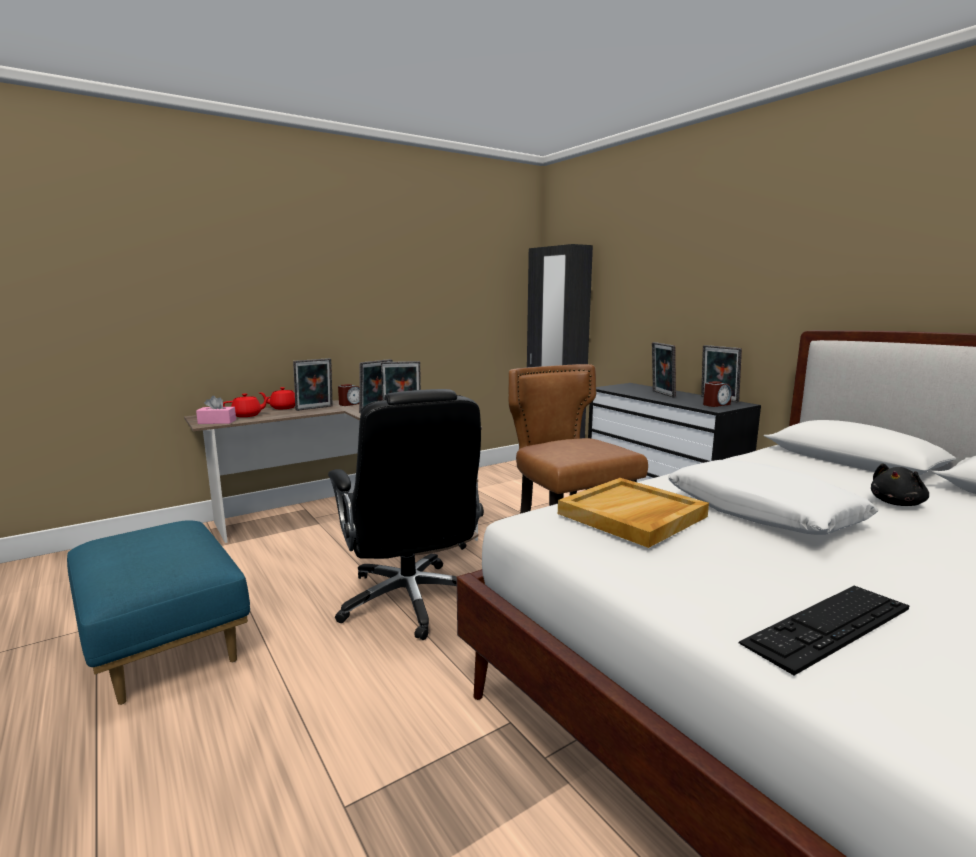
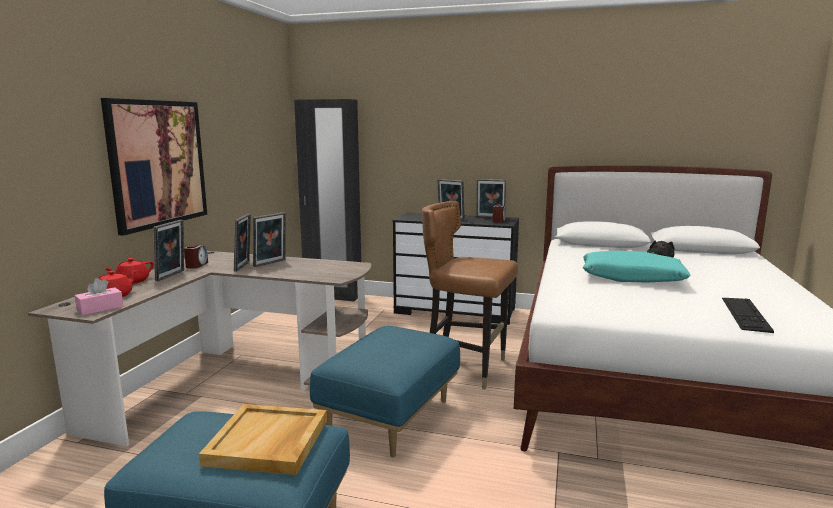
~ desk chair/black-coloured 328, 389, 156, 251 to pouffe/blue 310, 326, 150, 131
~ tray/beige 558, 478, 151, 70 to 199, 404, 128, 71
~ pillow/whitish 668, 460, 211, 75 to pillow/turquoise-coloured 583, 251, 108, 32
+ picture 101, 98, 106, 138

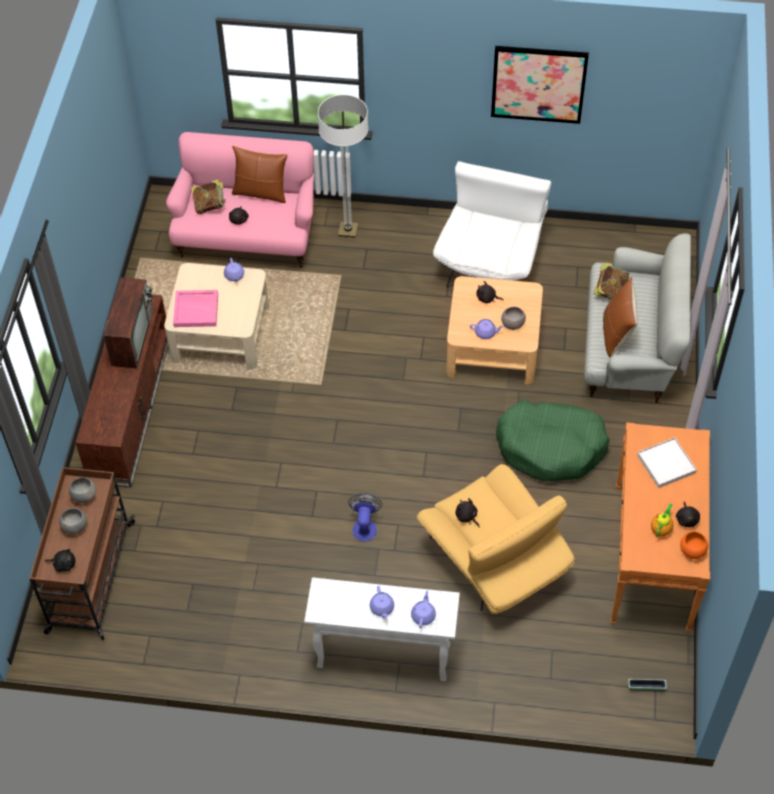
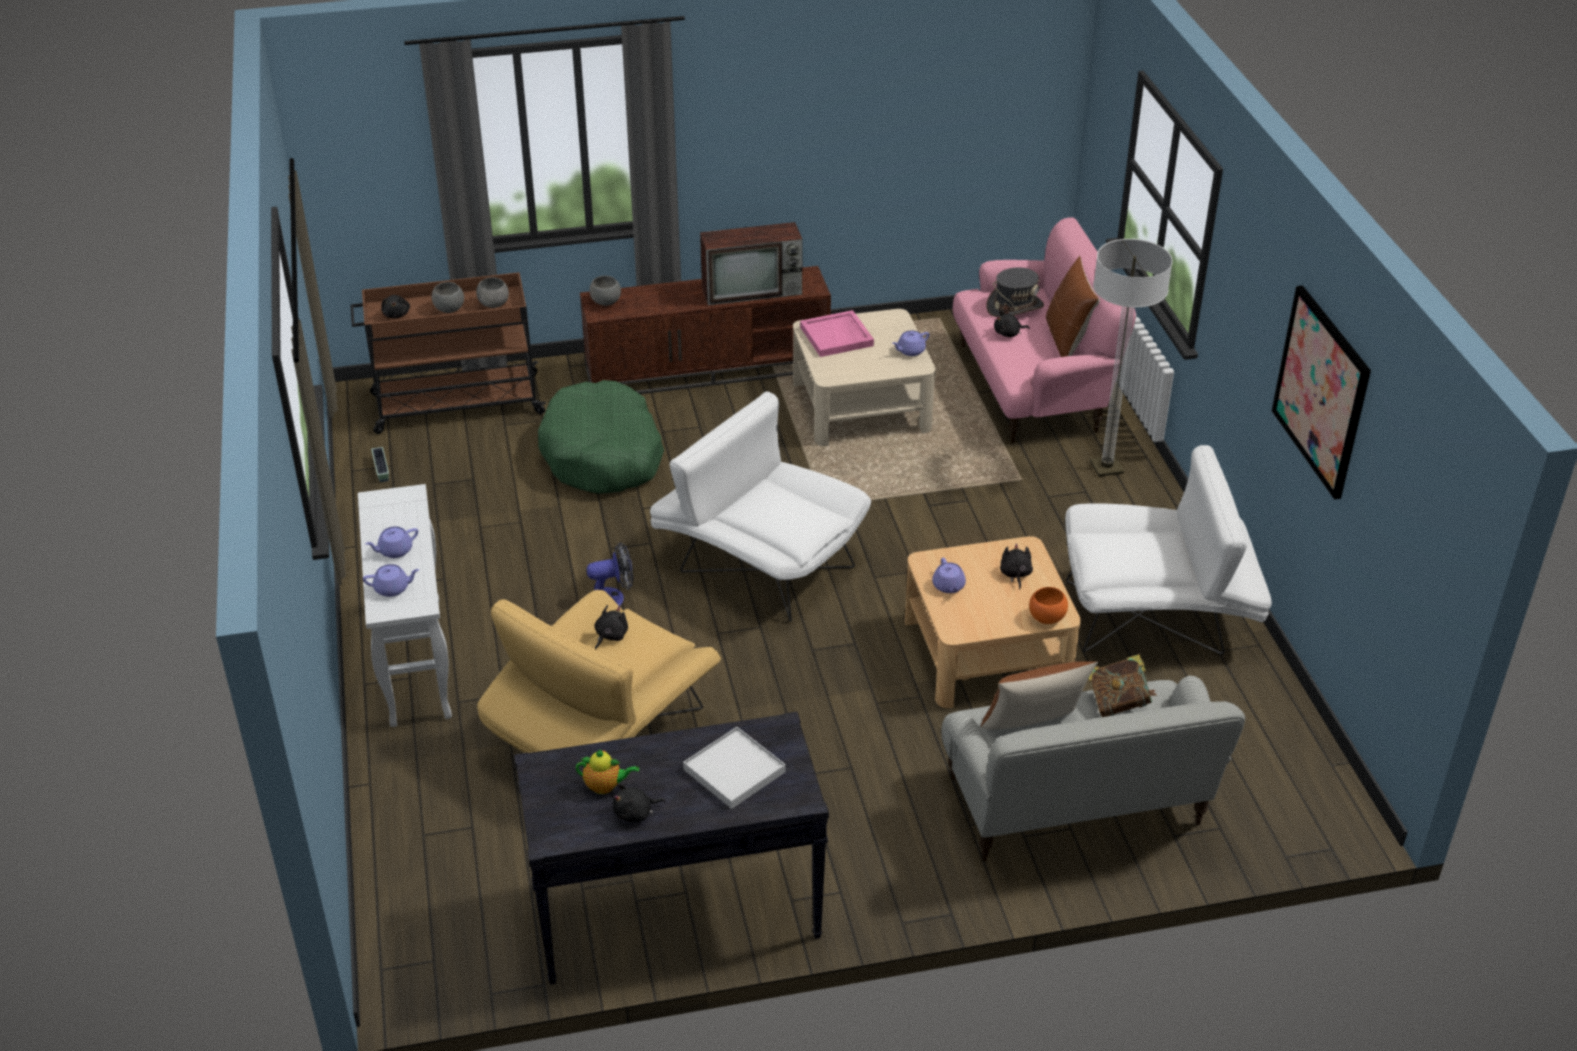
~ book 191, 179, 35, 35 to clothing hat/greyish 986, 267, 58, 50
~ dog bed/green 496, 400, 114, 81 to 538, 380, 126, 114
~ serving bowl/greyish 501, 307, 25, 23 to 589, 276, 32, 30
~ hall table/orange 611, 422, 99, 210 to hall table/black-coloured 514, 712, 315, 273
~ flower pot 628, 679, 39, 12 to 371, 447, 18, 35
~ serving bowl/orange 680, 531, 28, 28 to 1029, 587, 39, 37
+ armchair/whitish 650, 391, 221, 231

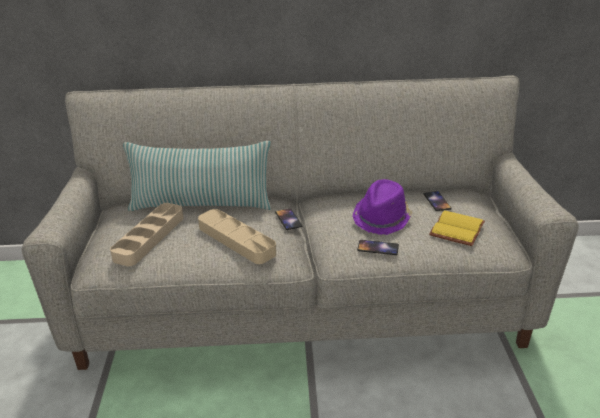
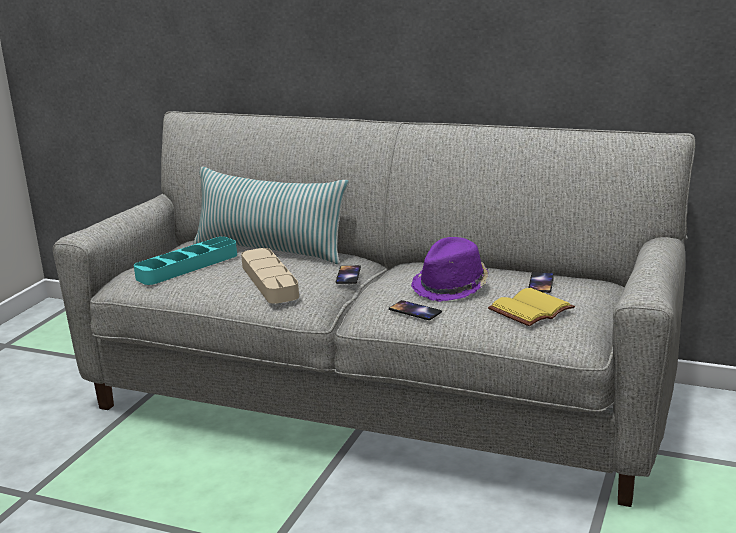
~ tray/beige 110, 203, 74, 63 to tray/turquoise-coloured 134, 237, 103, 48

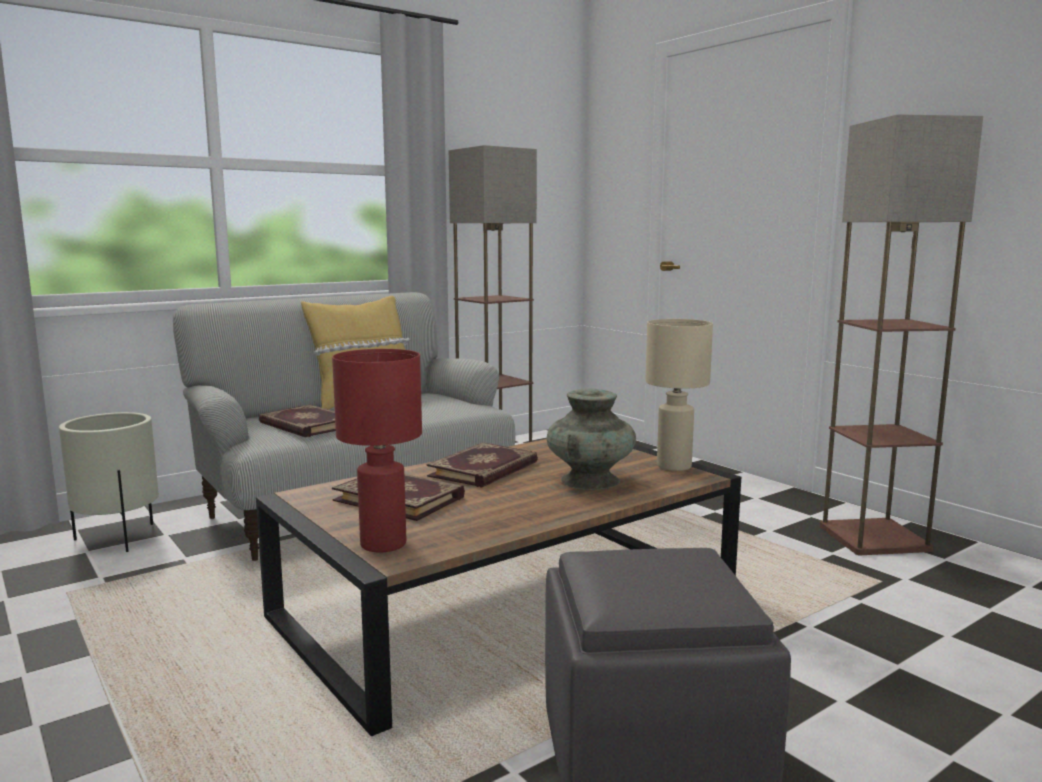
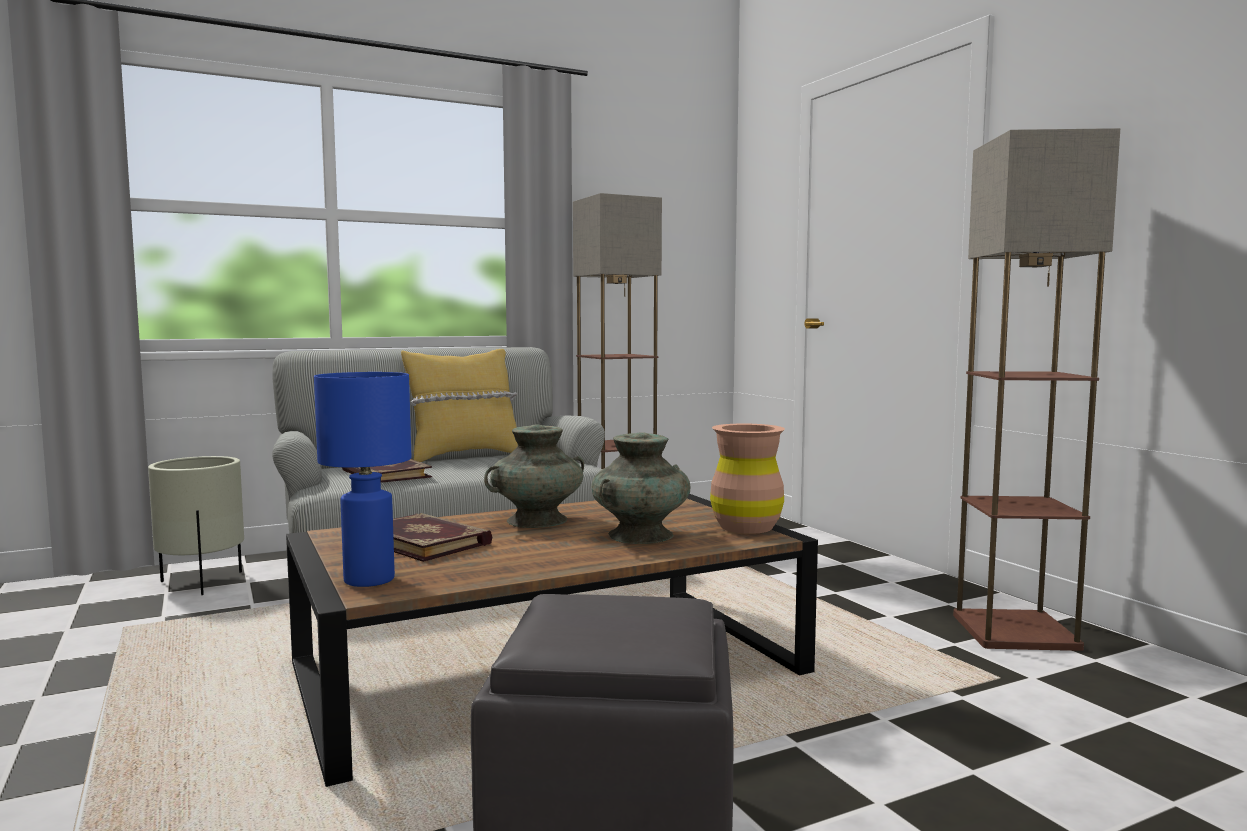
~ tabletop lamp/red 332, 349, 90, 203 to tabletop lamp/blue 314, 372, 97, 215
~ book 427, 442, 111, 46 to flower vase/turquoise-coloured 484, 425, 100, 103
~ tabletop lamp/beige 645, 319, 68, 152 to flower vase/brown 710, 424, 75, 110

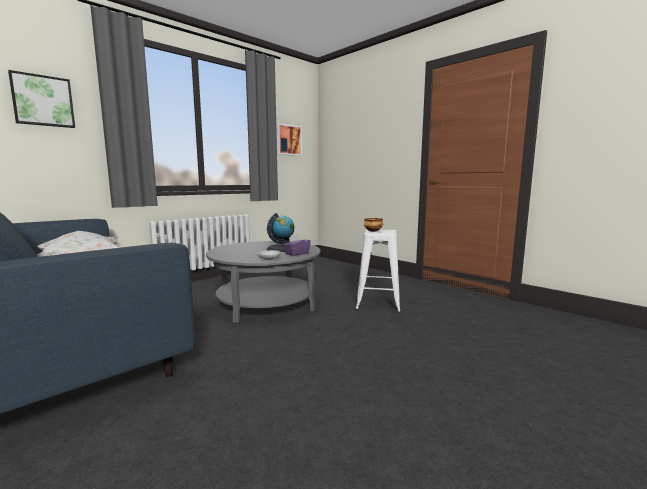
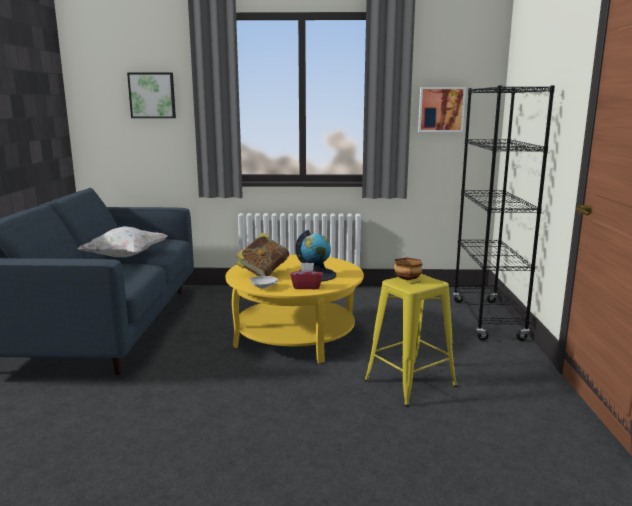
~ low table/greyish 206, 241, 115, 82 to low table/yellow 226, 255, 138, 108
~ box of tissues/purple 283, 234, 28, 22 to box of tissues/red 290, 263, 33, 26
~ stool seat/whitish 355, 230, 46, 83 to stool seat/yellow 364, 274, 93, 132
+ book 236, 232, 53, 44
+ shelving unit/black-coloured 453, 85, 102, 256

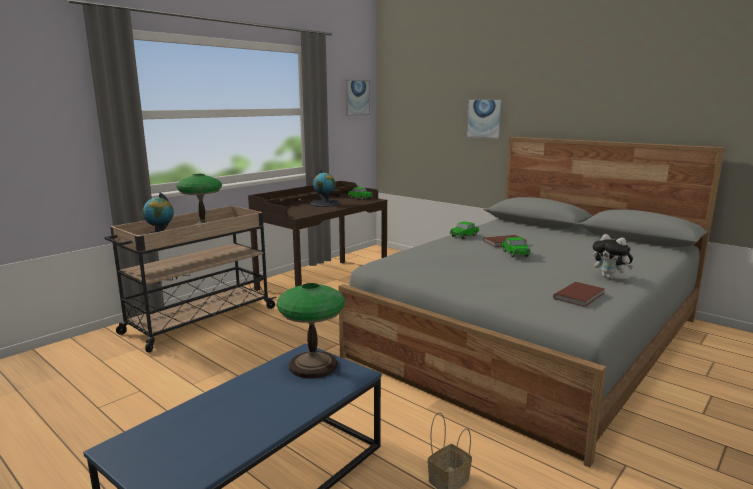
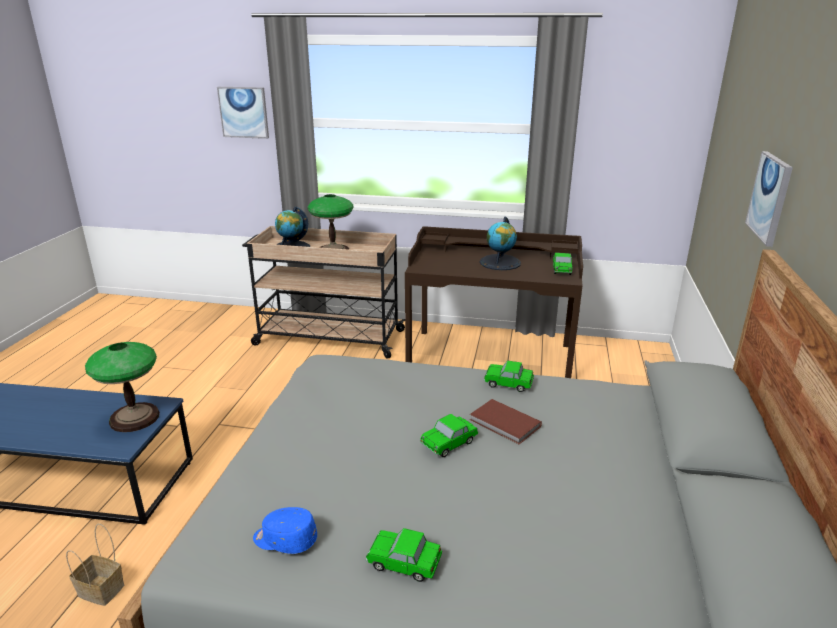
~ picture 345, 80, 25, 36 to 217, 87, 52, 52
~ book/brown 553, 282, 52, 25 to baseball cap/blue 253, 507, 64, 47
~ soft toy 593, 234, 40, 45 to miniature car 366, 528, 76, 54

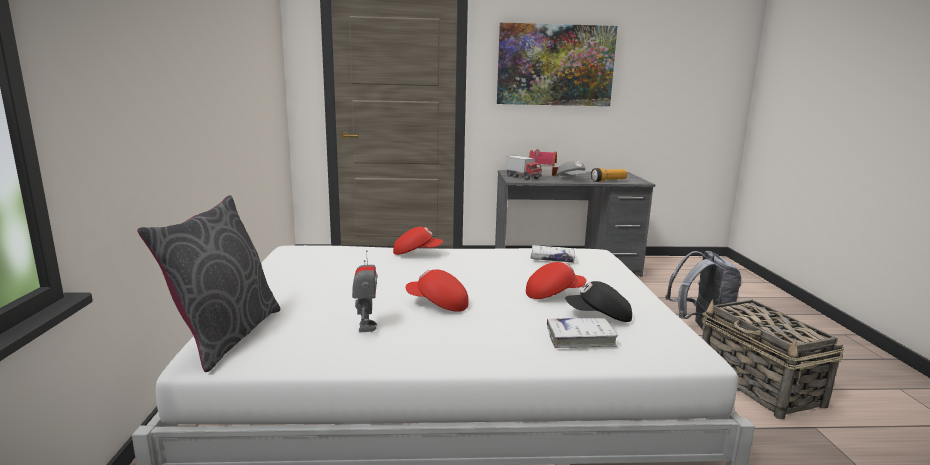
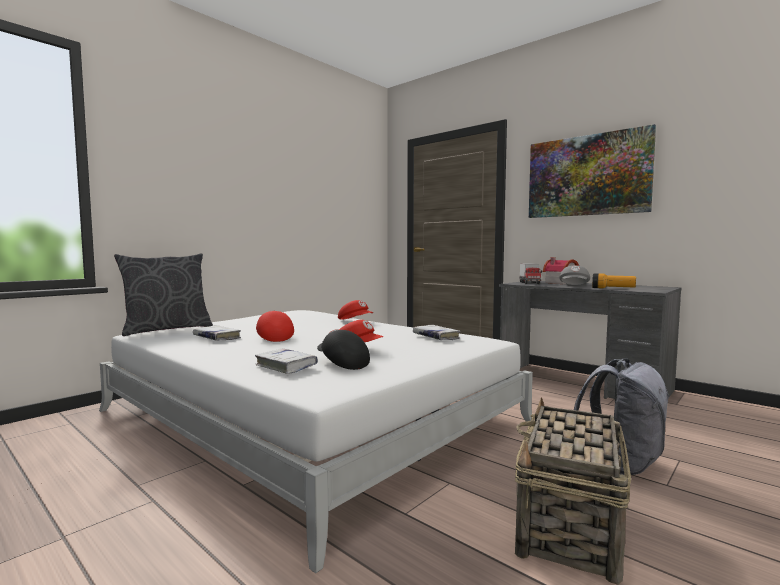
~ toy robot 352, 250, 25, 82 to book/whitish 193, 325, 48, 16

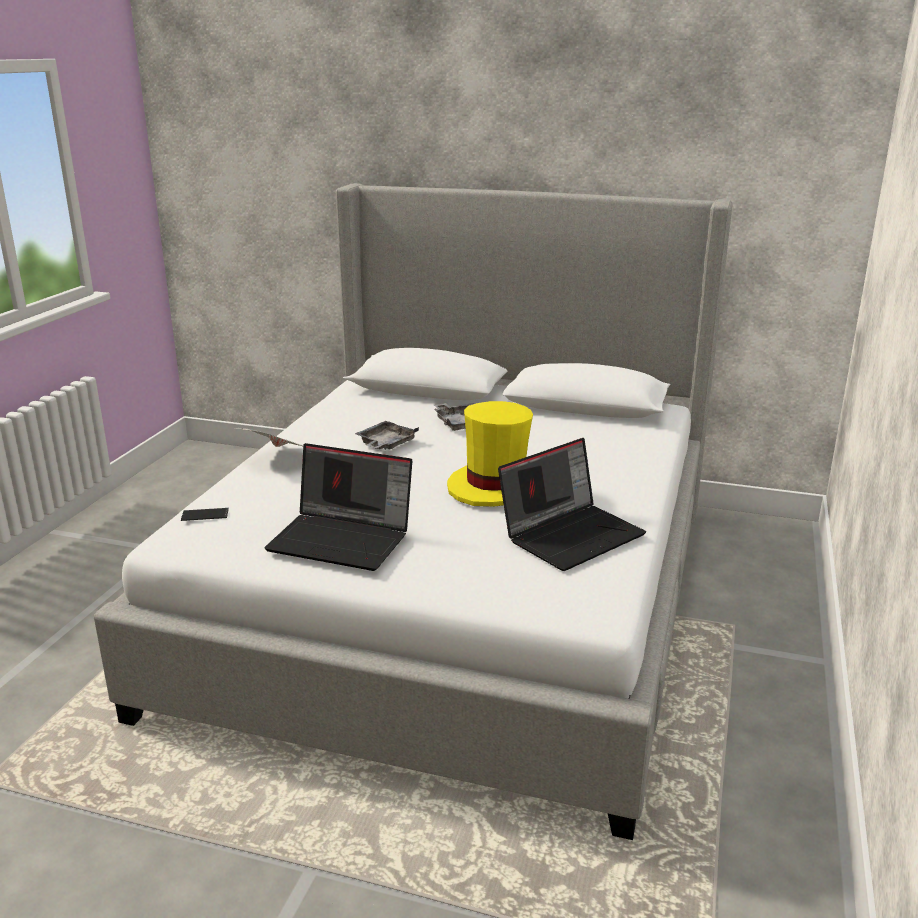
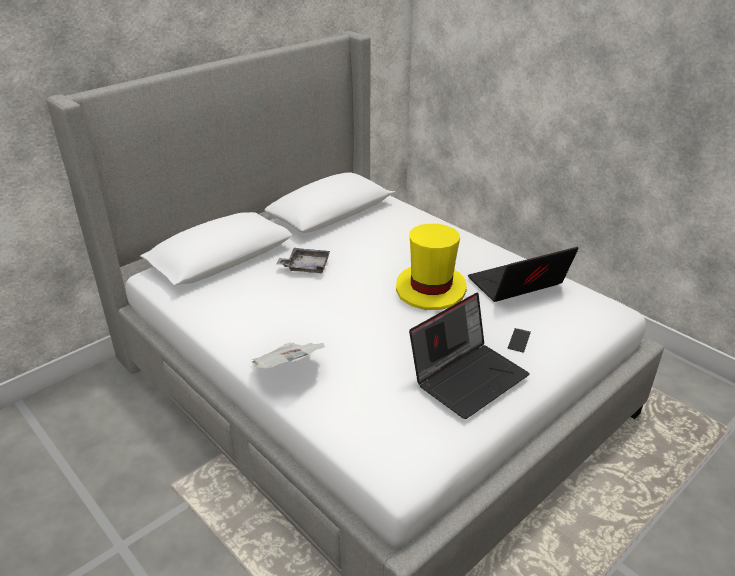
~ telephone 181, 508, 48, 13 to 507, 328, 24, 25
- tray/greyish 355, 421, 64, 29
~ laptop 498, 438, 148, 133 = 468, 247, 111, 55 105 degrees counterclockwise

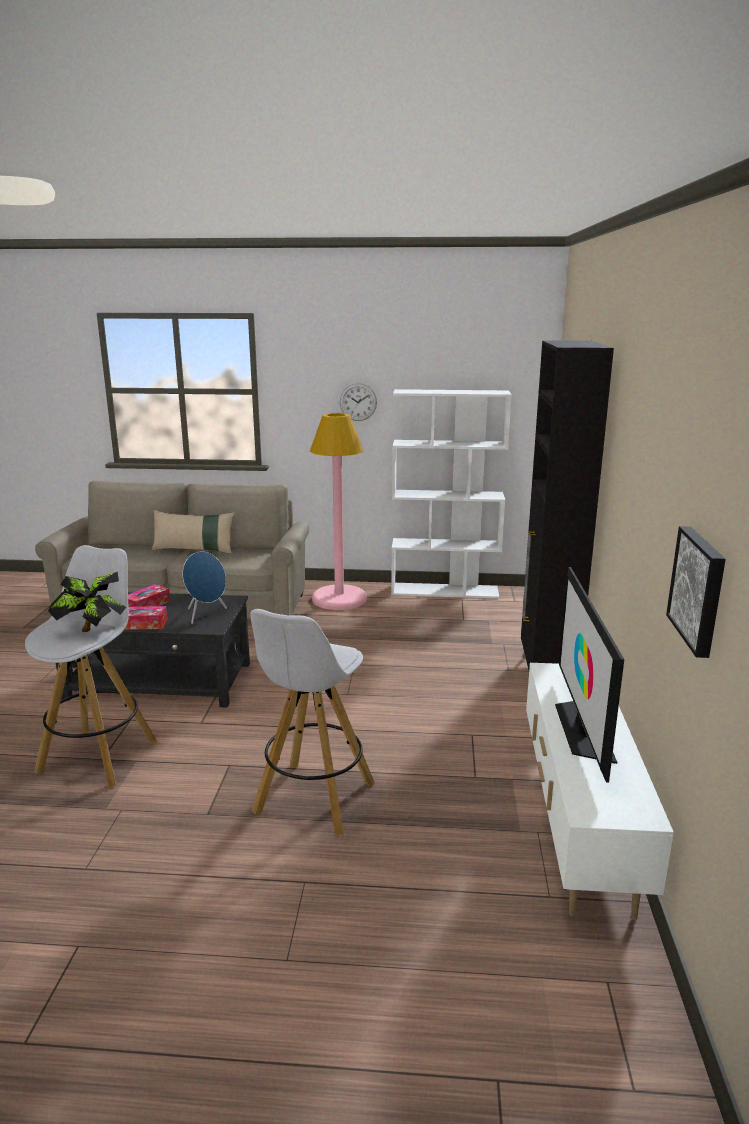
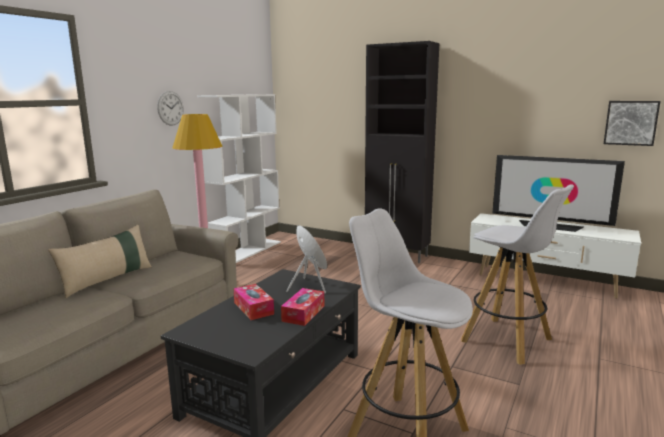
- potted plant 48, 572, 78, 60

